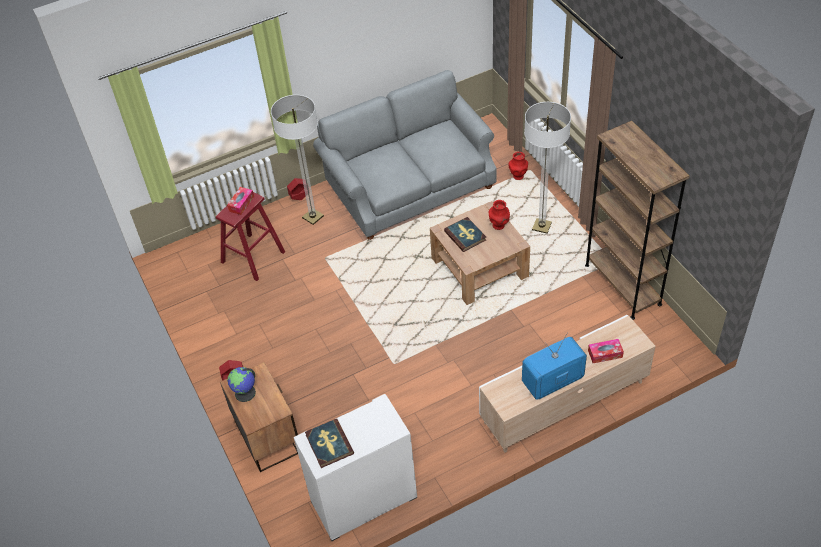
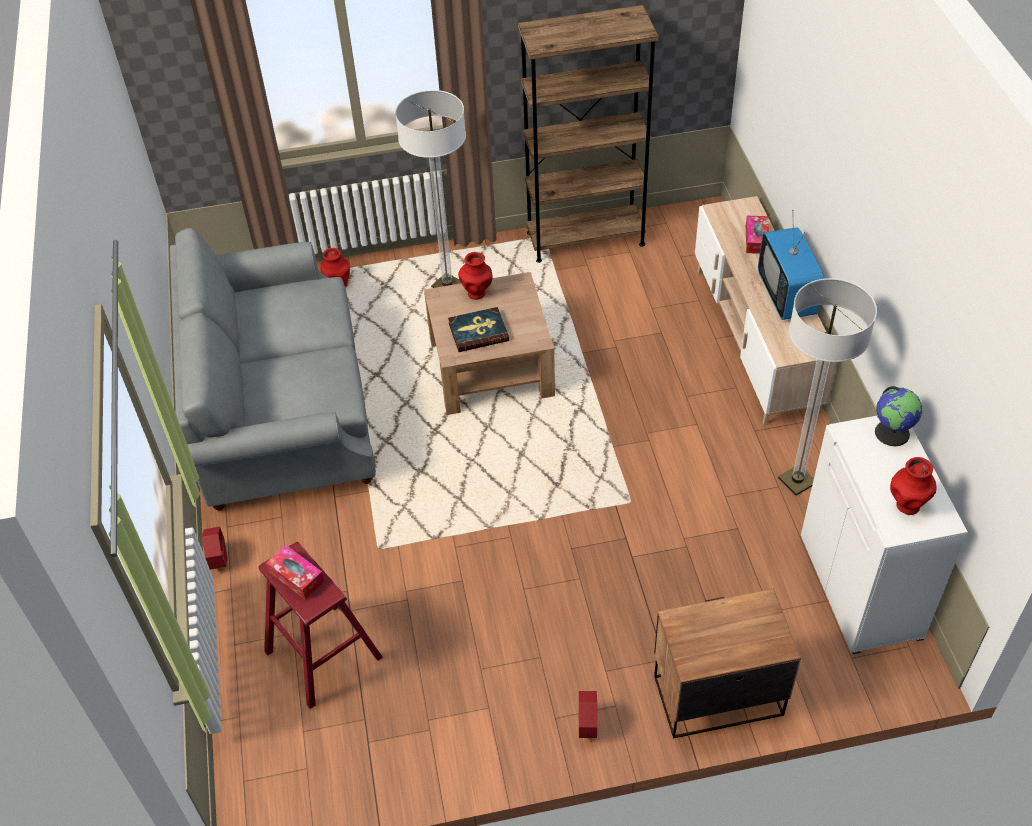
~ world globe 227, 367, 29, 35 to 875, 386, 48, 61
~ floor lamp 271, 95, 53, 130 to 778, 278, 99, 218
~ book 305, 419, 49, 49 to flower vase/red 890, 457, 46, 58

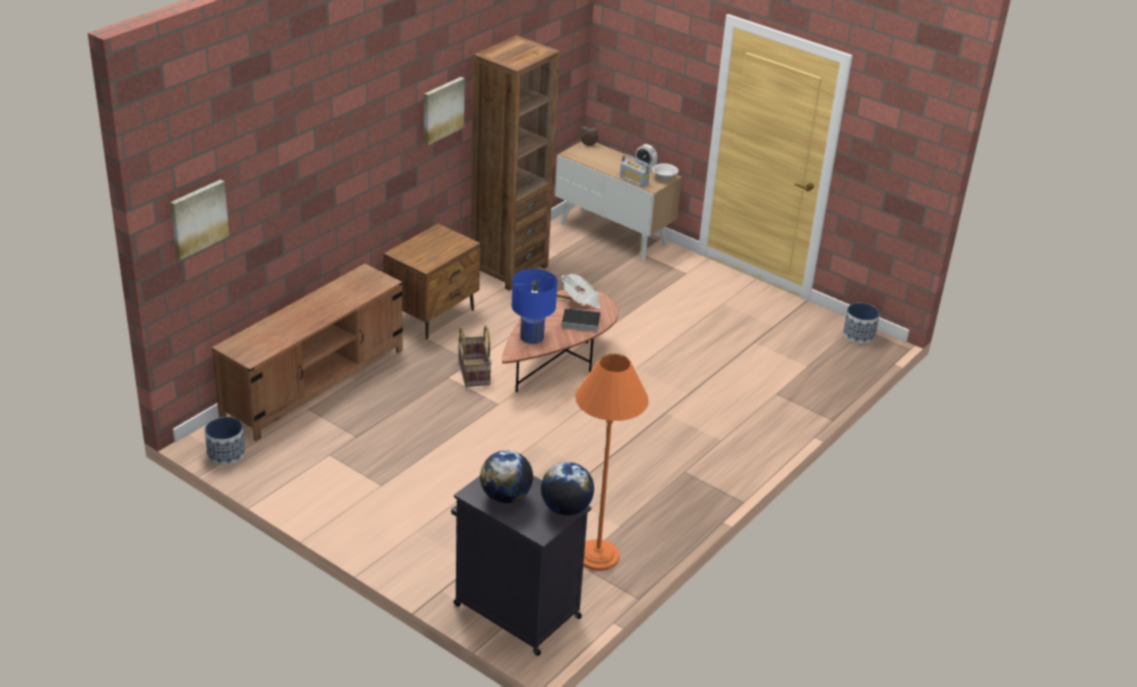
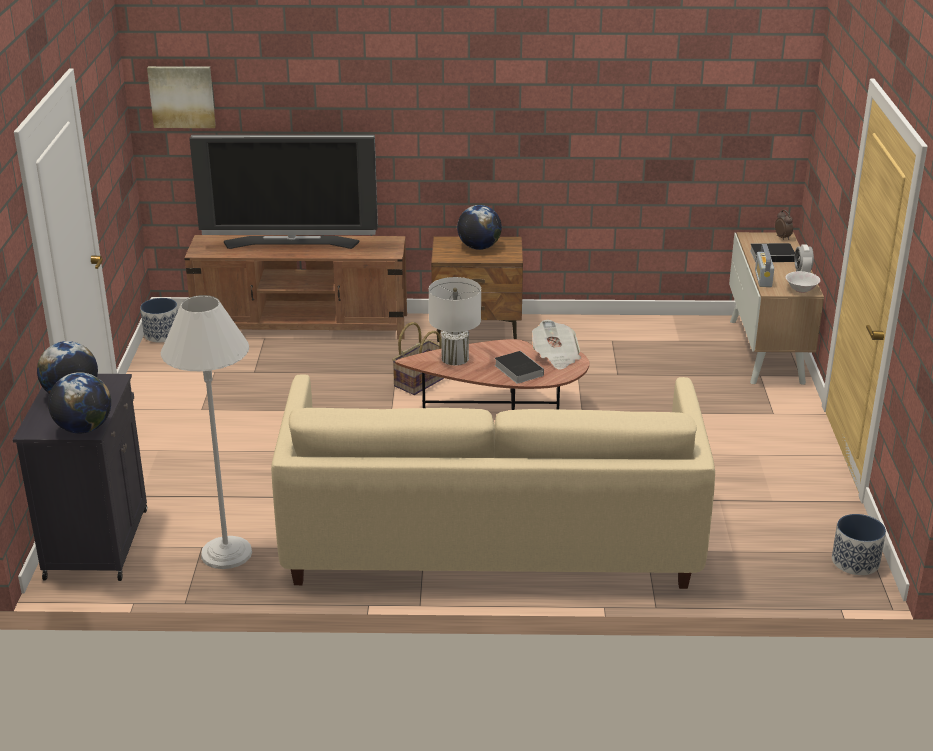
- picture 424, 77, 41, 68
- shelving unit/brown 470, 35, 90, 256
~ tabletop lamp/blue 511, 269, 46, 75 to tabletop lamp/whitish 429, 277, 52, 88
~ floor lamp/orange 575, 354, 74, 217 to floor lamp/whitish 161, 295, 91, 274
+ TV set 189, 134, 189, 115
+ couch/beige 271, 374, 444, 215
+ world globe 457, 205, 45, 45
+ book 750, 243, 45, 19

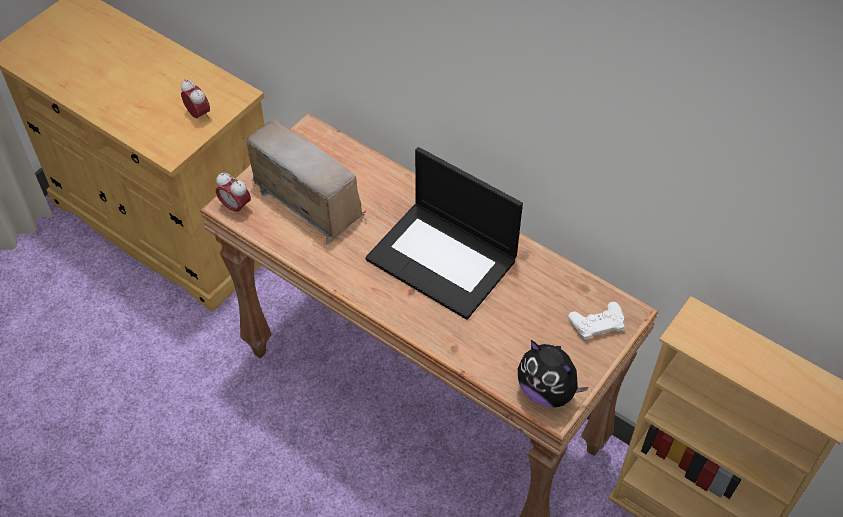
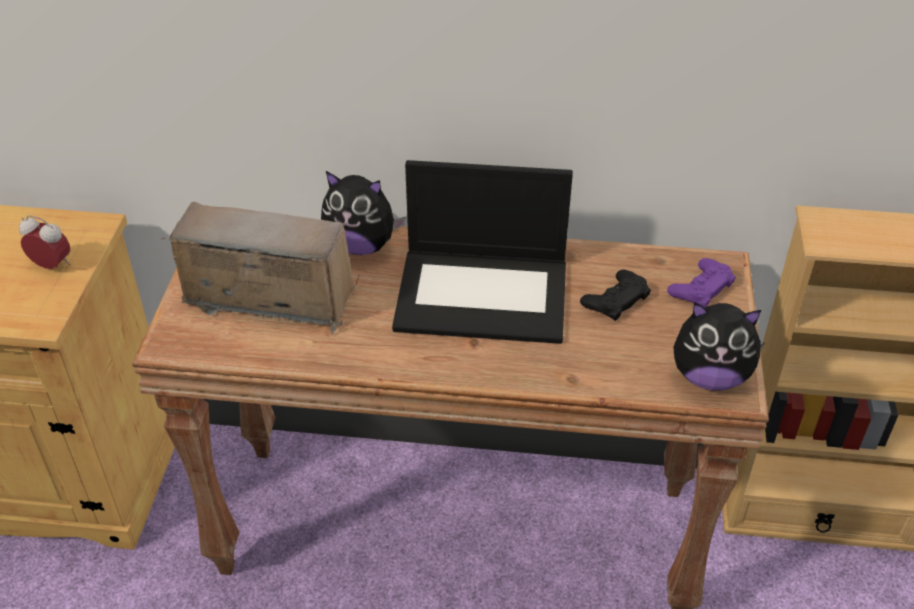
- bedside clock 216, 173, 35, 43
~ joypad/whitish 568, 302, 57, 38 to joypad/purple 667, 258, 69, 49
+ soft toy 321, 171, 85, 84
+ joypad/black-coloured 580, 270, 71, 51

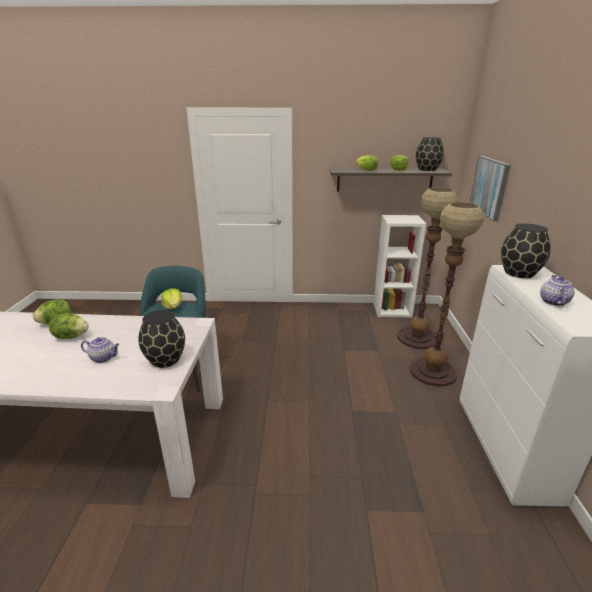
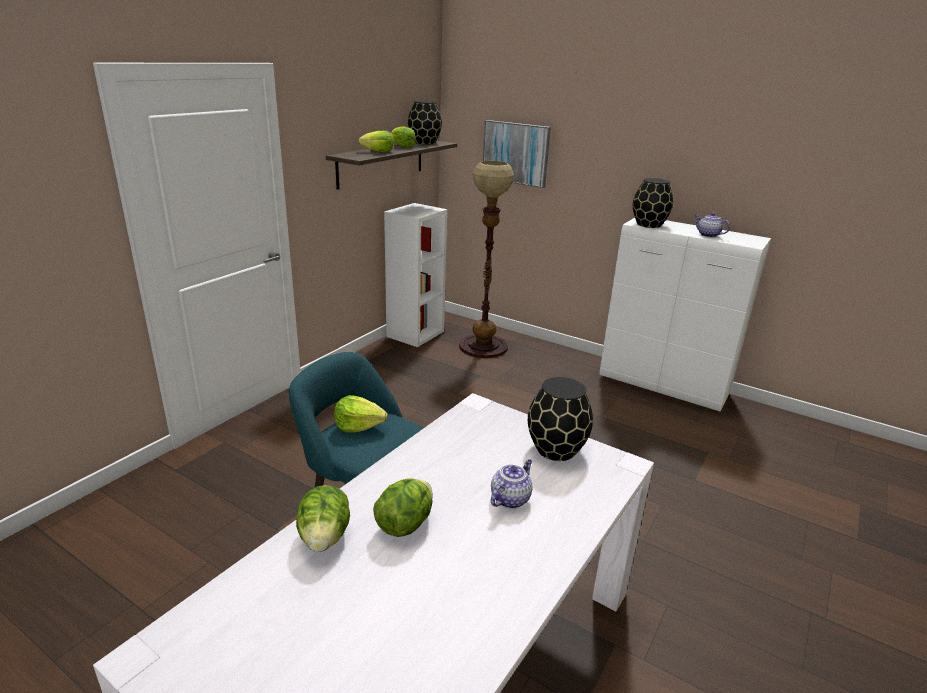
- floor lamp 409, 202, 75, 185

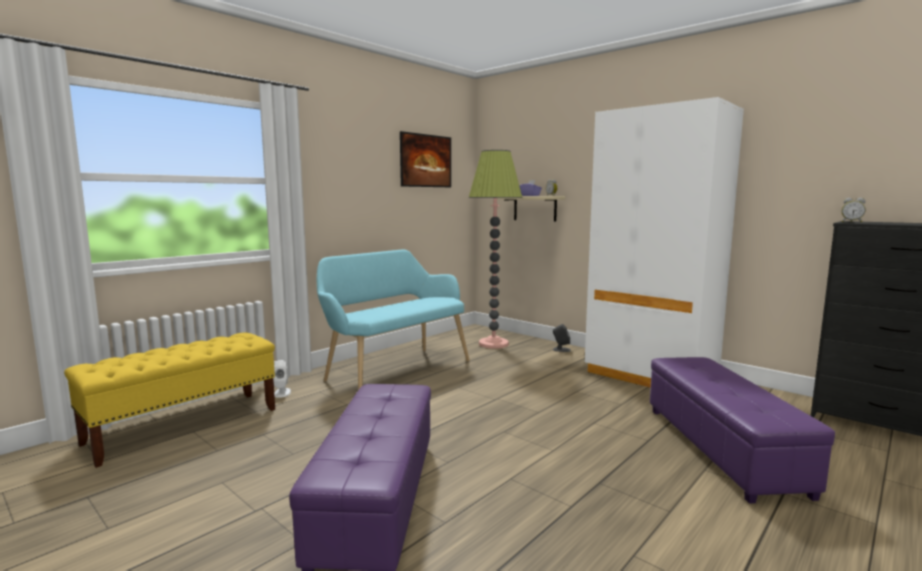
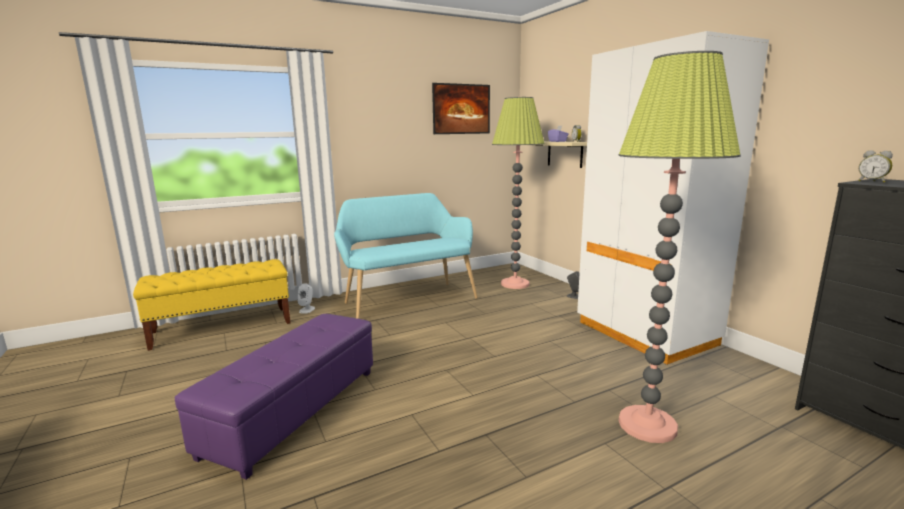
~ pouffe/purple 650, 357, 185, 146 to floor lamp 619, 51, 122, 392

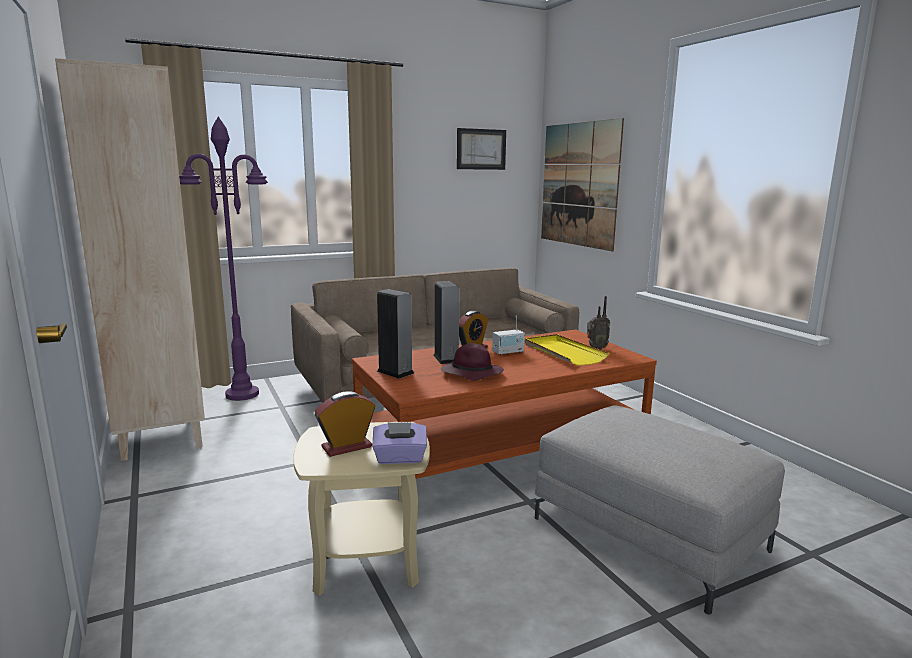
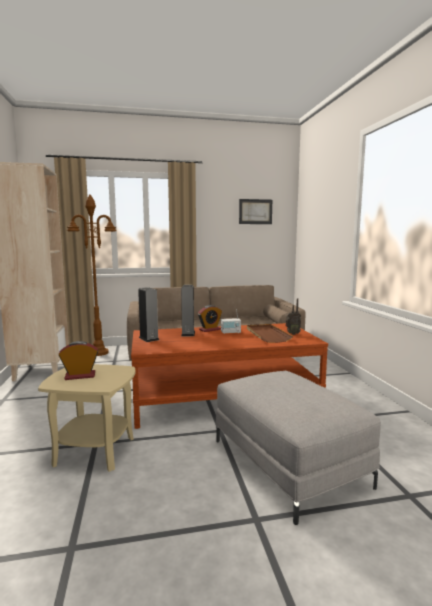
~ floor lamp/purple 179, 117, 89, 284 to floor lamp/brown 67, 194, 50, 162
- box of tissues/purple 373, 422, 54, 42
- clothing hat/purple 441, 343, 63, 38
~ tray/yellow 525, 334, 85, 32 to tray/brown 247, 324, 46, 19
- picture 541, 118, 83, 133

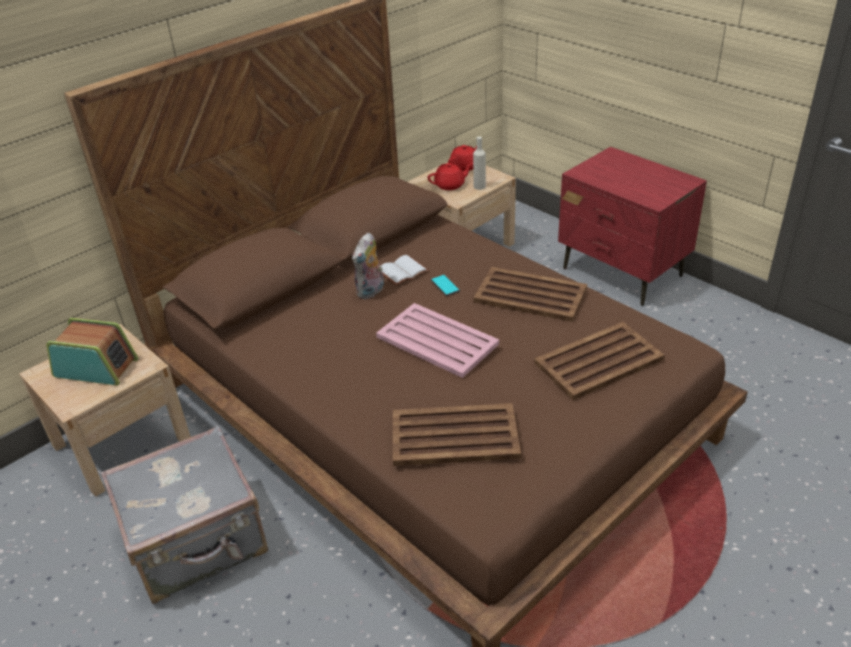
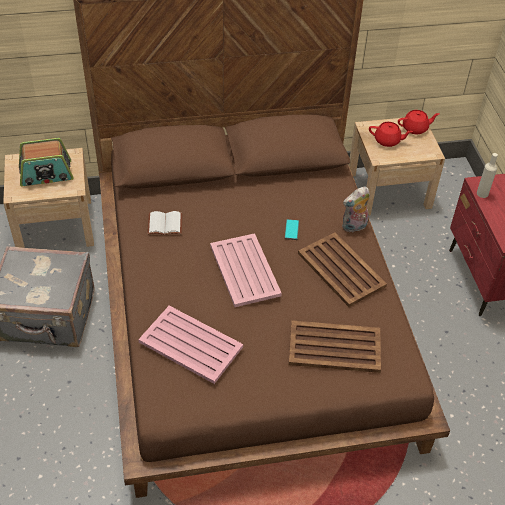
~ radio 46, 318, 93, 68 = 19, 138, 55, 48 120 degrees clockwise
~ soft toy 352, 233, 32, 67 to 342, 186, 28, 47
~ book/whitish 381, 255, 48, 31 to 147, 211, 35, 24
~ tray/brown 393, 403, 128, 63 to tray/pink-coloured 138, 306, 105, 78
~ bottle/beige 473, 137, 13, 53 to 477, 153, 21, 45

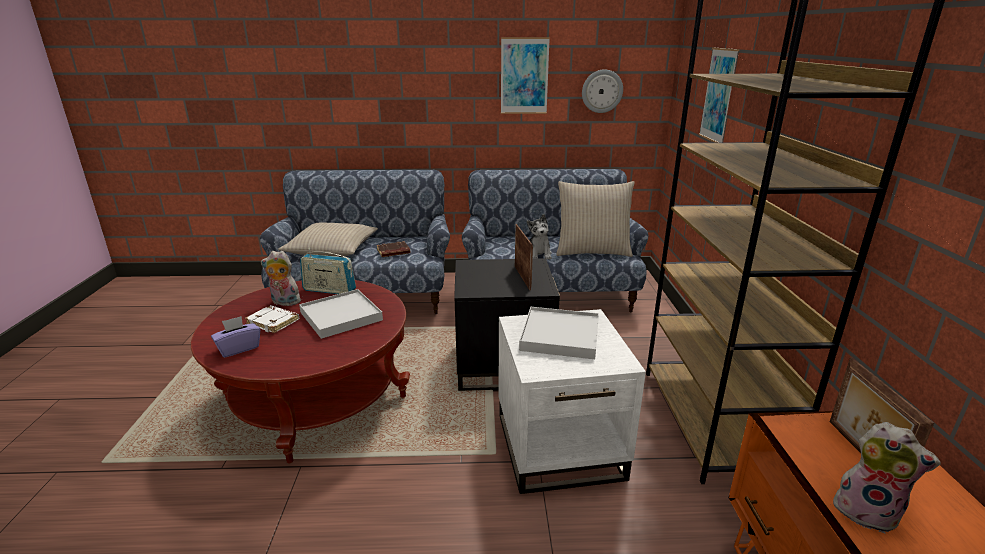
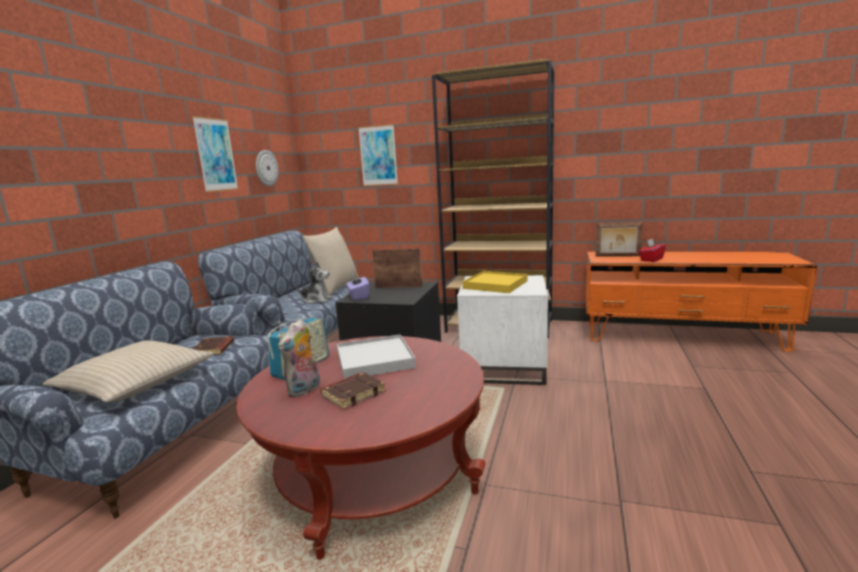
~ box of tissues/purple 211, 316, 49, 42 to 346, 274, 23, 26
~ book/whitish 245, 305, 55, 28 to book/brown 320, 372, 66, 37
~ tray/whitish 519, 307, 80, 52 to tray/yellow 462, 271, 65, 22
~ soft toy 833, 422, 108, 112 to box of tissues/red 639, 239, 27, 23

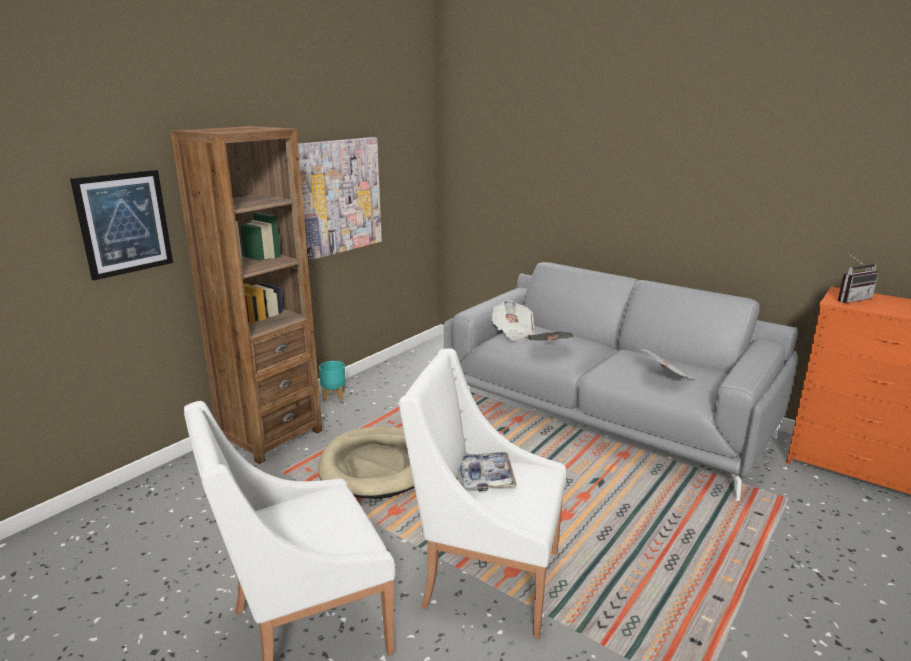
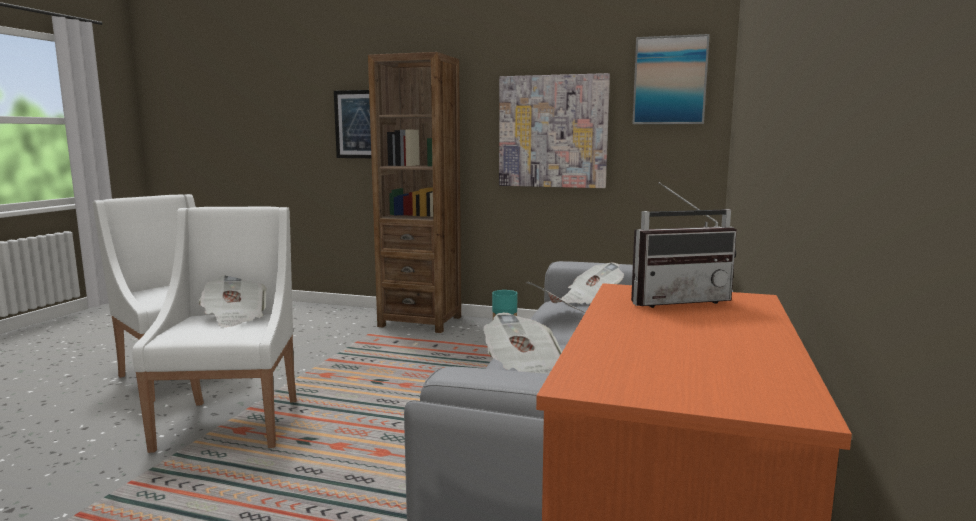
- dog bed/beige 318, 426, 96, 73
~ tray 457, 452, 60, 39 to daily paper 199, 275, 68, 52
~ radio 838, 253, 40, 50 = 631, 182, 106, 126 60 degrees counterclockwise
+ picture 632, 34, 78, 90

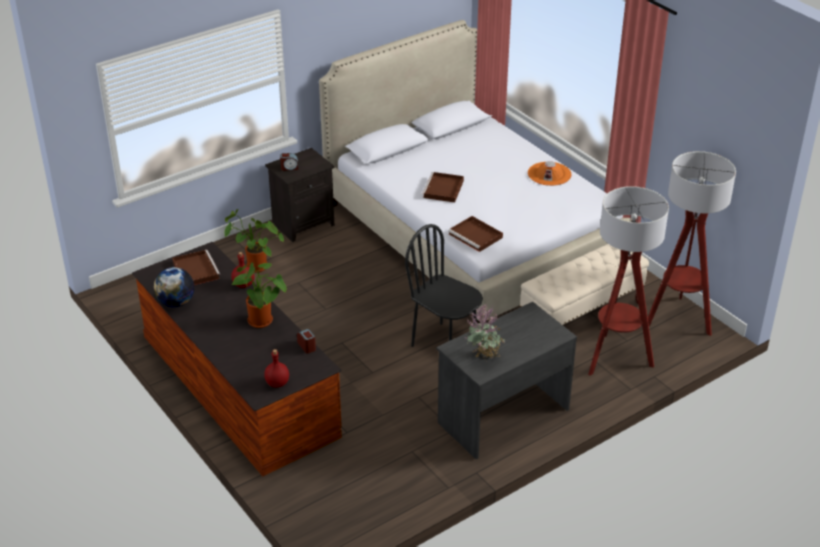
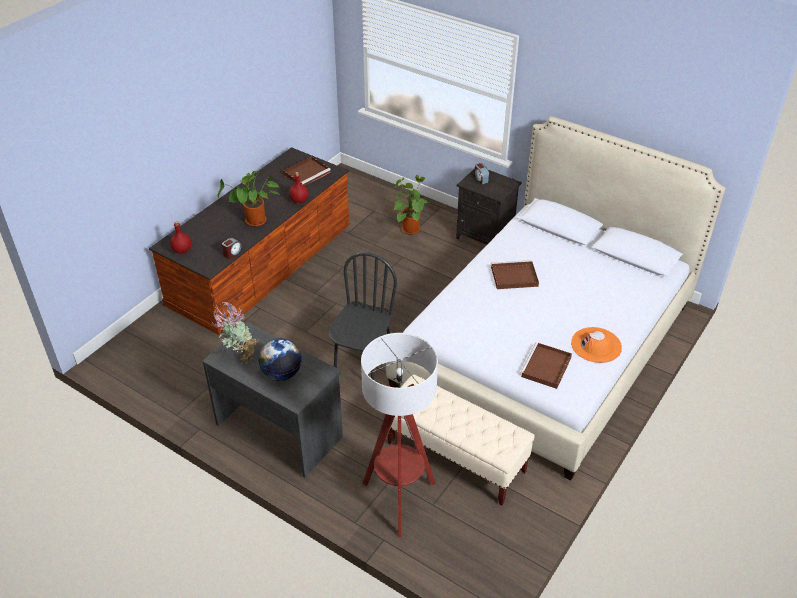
~ world globe 154, 267, 40, 41 to 259, 338, 42, 43
~ tray/brown 448, 216, 55, 36 to 520, 342, 52, 47
- floor lamp 648, 151, 88, 185

